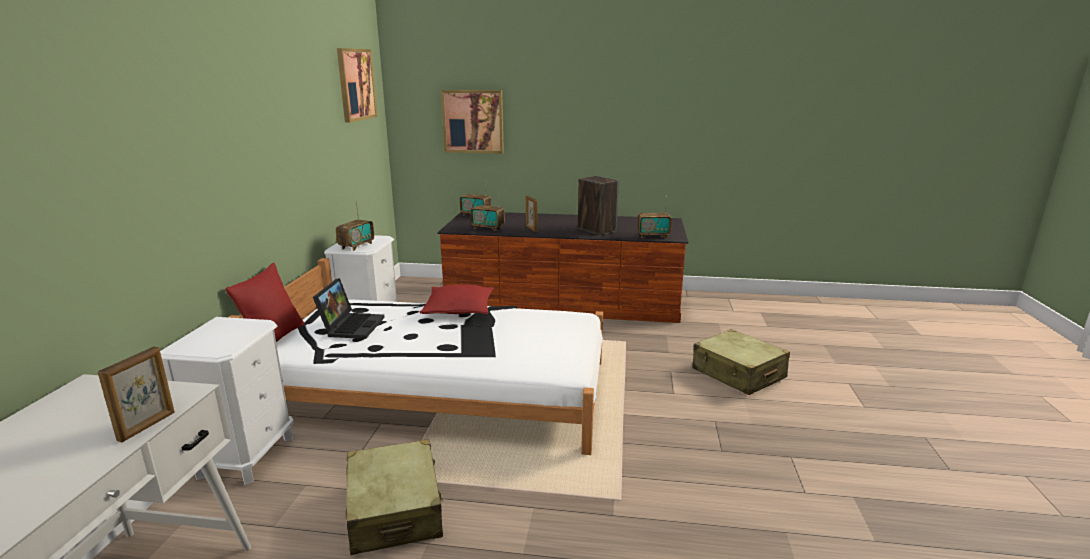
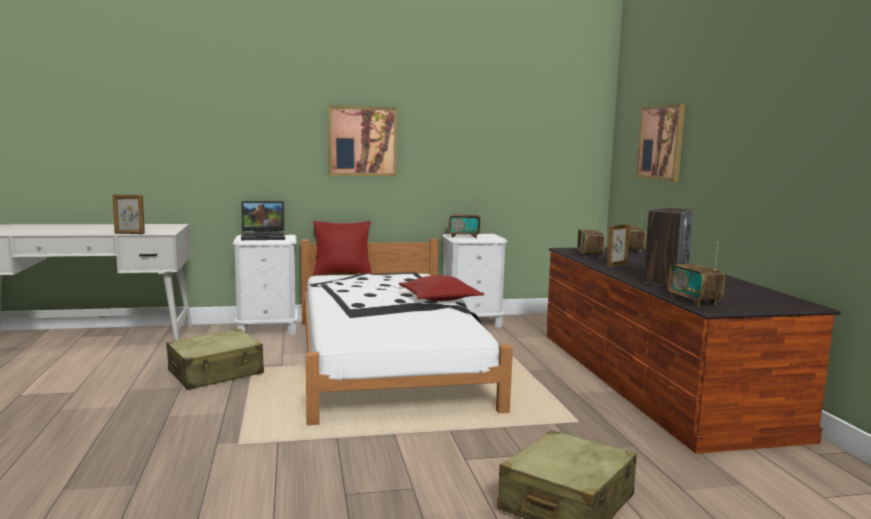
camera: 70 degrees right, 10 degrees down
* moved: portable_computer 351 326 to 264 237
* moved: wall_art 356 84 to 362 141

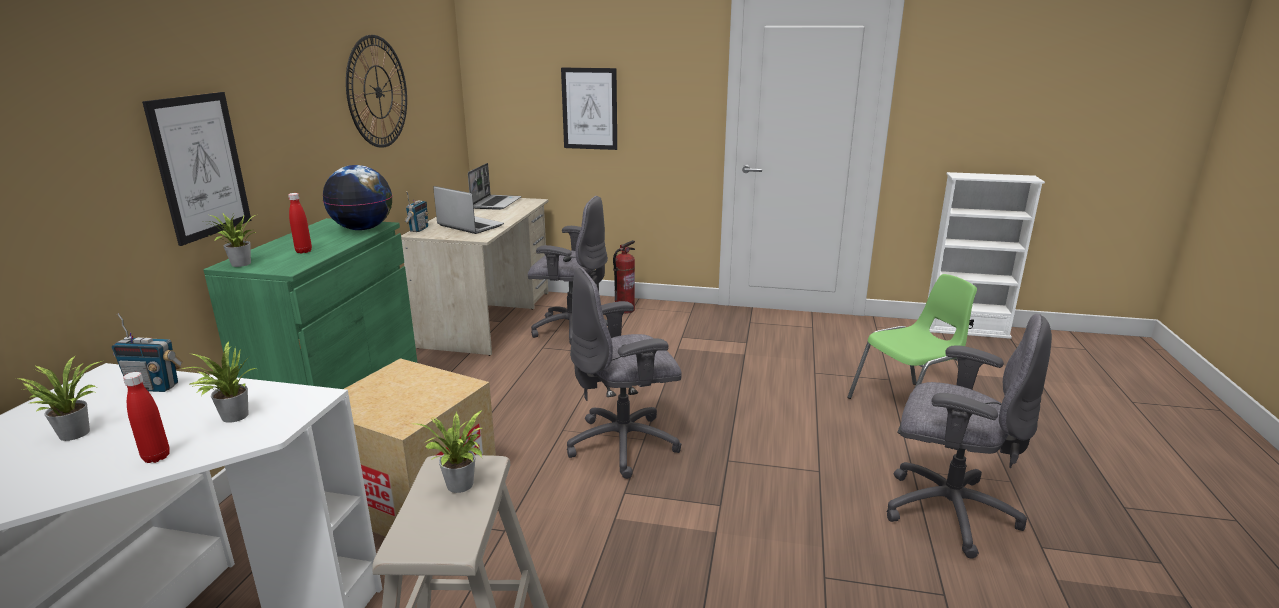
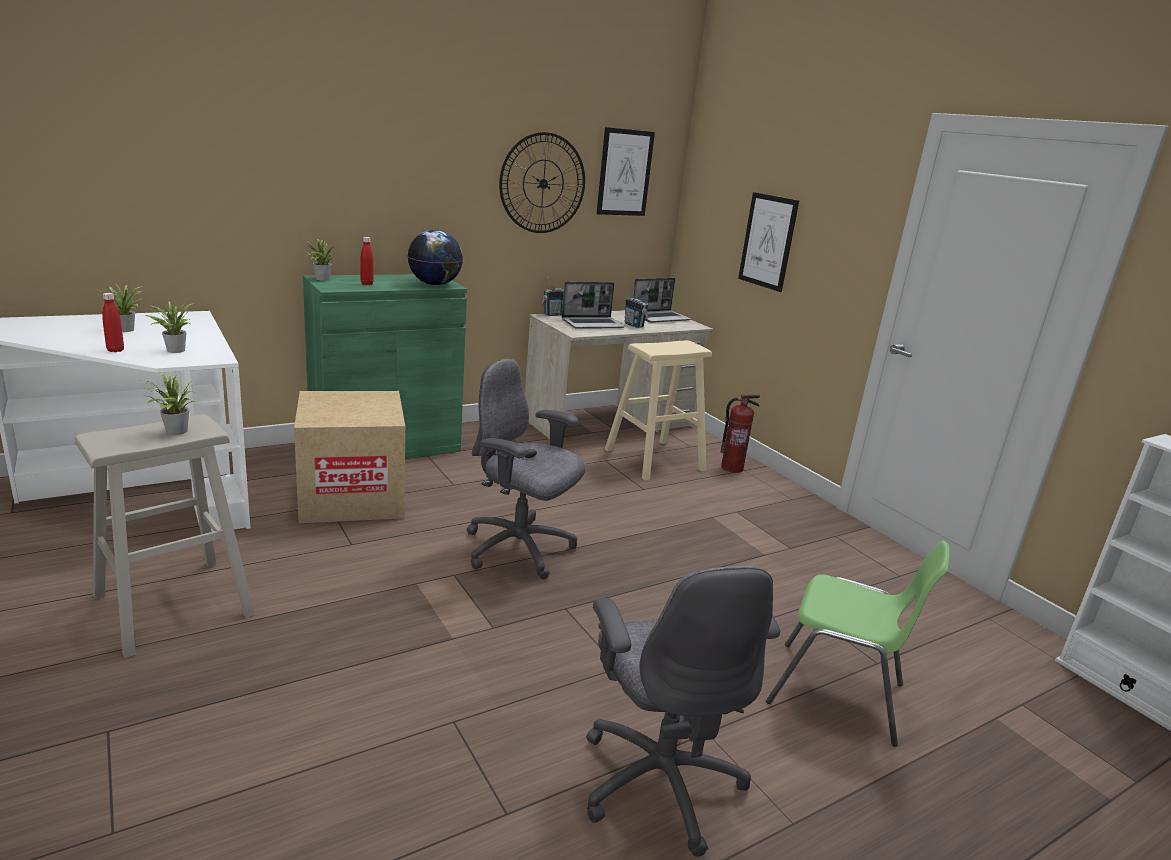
camera: 45 degrees right, 0 degrees up
* turned: portable_computer 469 226 = 593 324 75 degrees clockwise
* moved: wall_art 200 166 to 625 173
* replaced: gray_office_chair 571 329 to sand-coloured_stool 654 460
* moved: radio_receiver 154 387 to 634 325

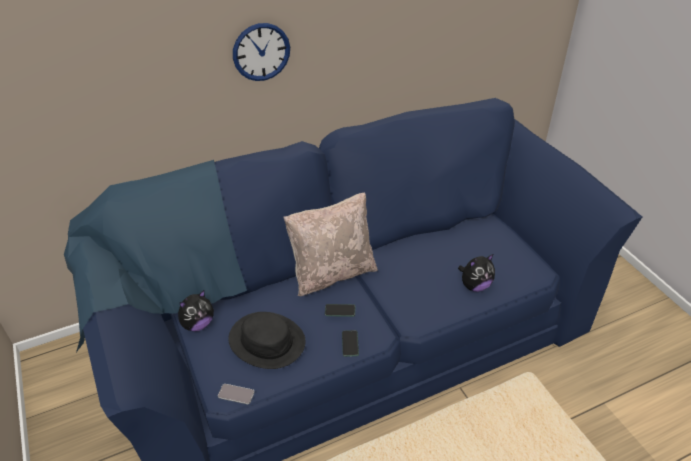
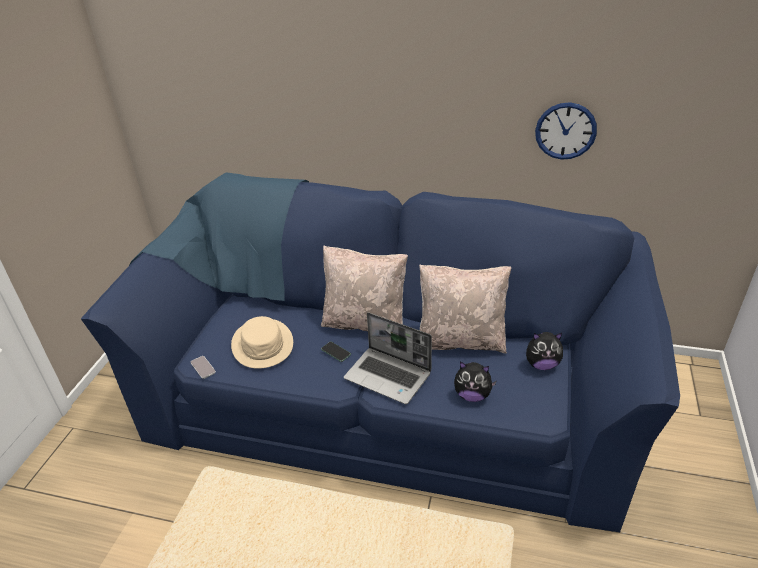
camera: 40 degrees right, 5 degrees down
* recoloured: blackish_wearable_hat 267 341 to sand-coloured_wearable_hat 263 344
* added: portable_computer 389 376
* added: sand-coloured_pillow 461 340
* moved: soft_toy 198 324 to 542 364
* moved: clock_on_the_wall 261 52 to 565 131
* removed: phone 350 344

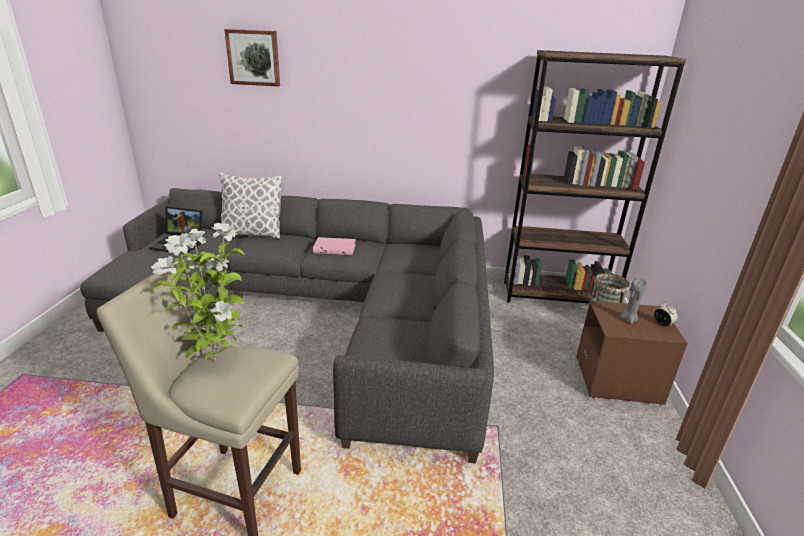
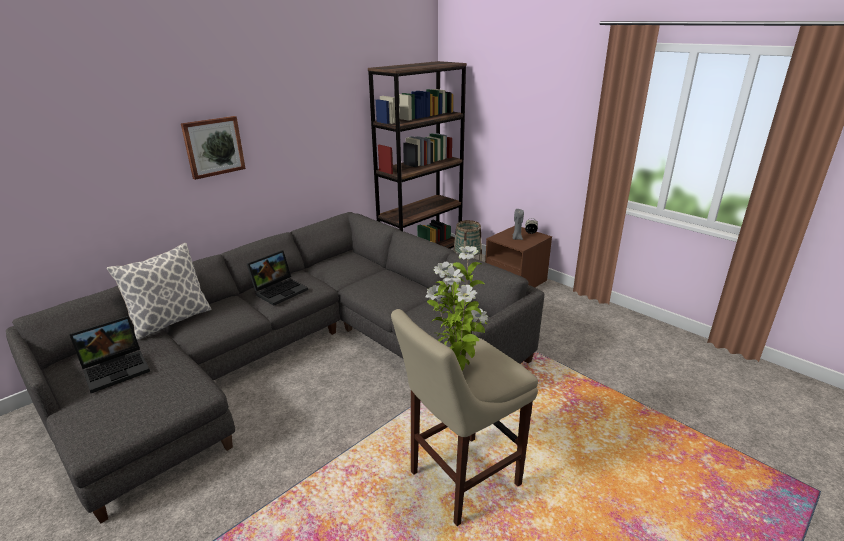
camera: 50 degrees left, 0 degrees up
* moved: wall_art 253 58 to 213 147
* replaced: pinkish_bound_book 335 248 to portable_computer 280 290

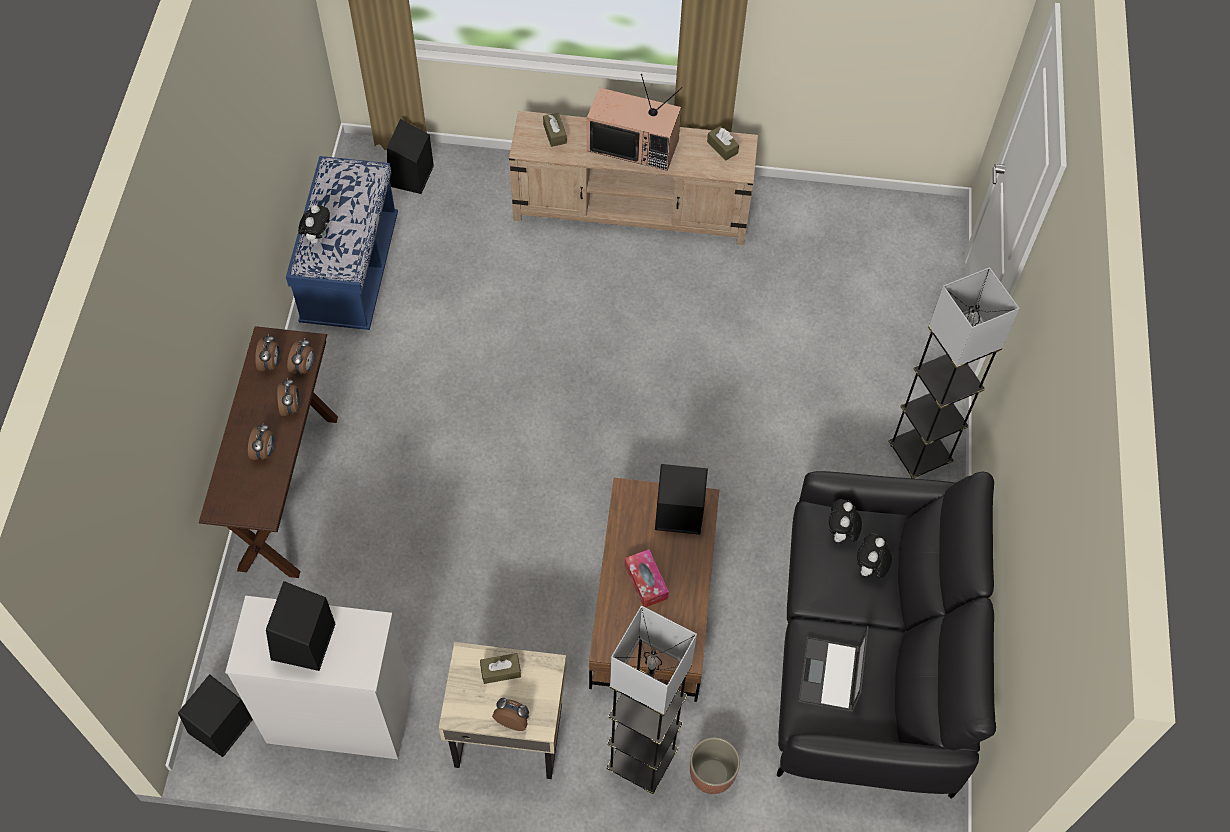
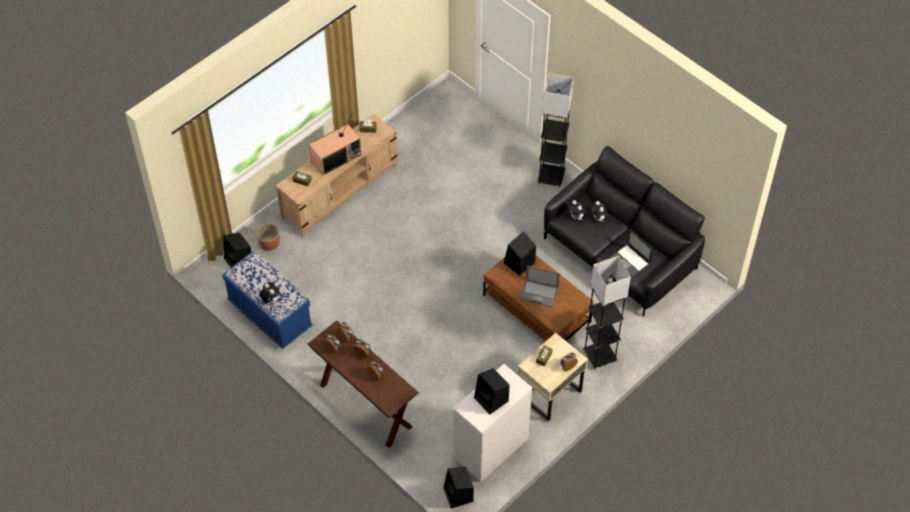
camera: 50 degrees left, 5 degrees down
* moved: plant_pot 711 774 to 269 244
* replaced: box_of_tissues 646 582 to portable_computer 539 293

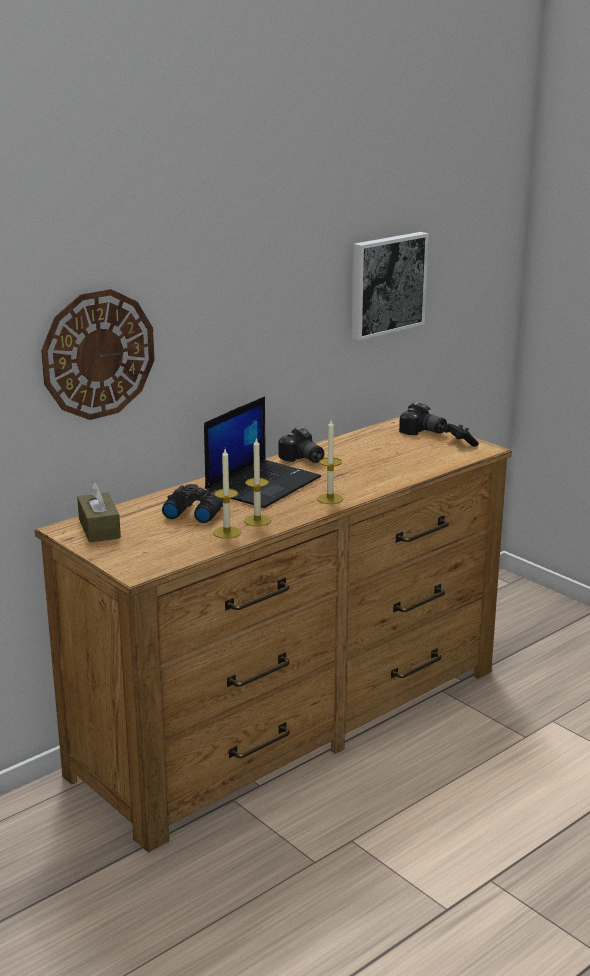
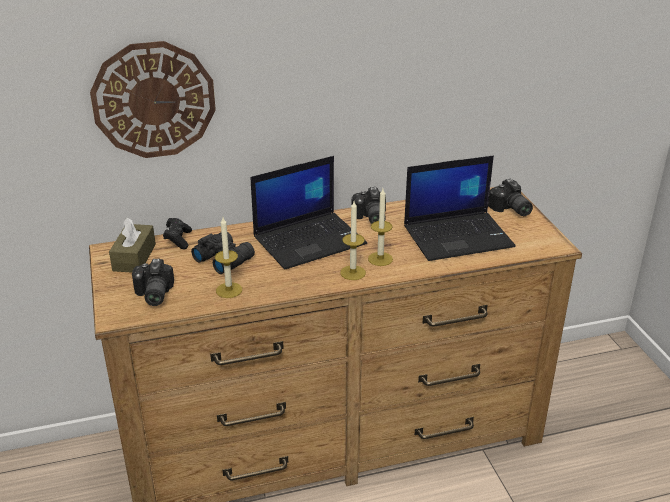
camera: 25 degrees right, 10 degrees up
* added: photo_camera 152 295
* moved: blackish_game_controller 459 442 to 178 240
* moved: wax_candle 257 520 to 380 259
* added: portable_computer 458 236
* removed: wall_art 386 284

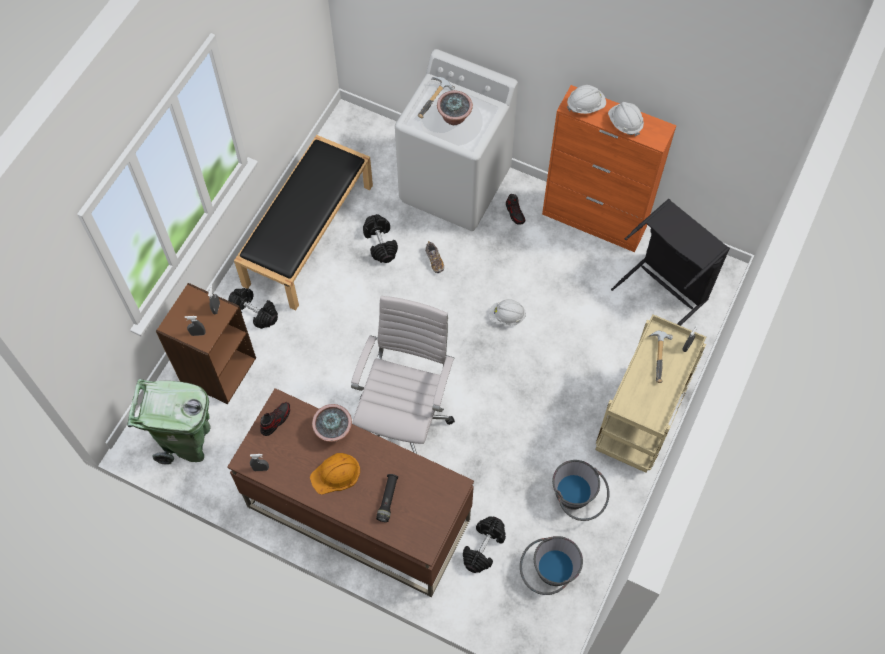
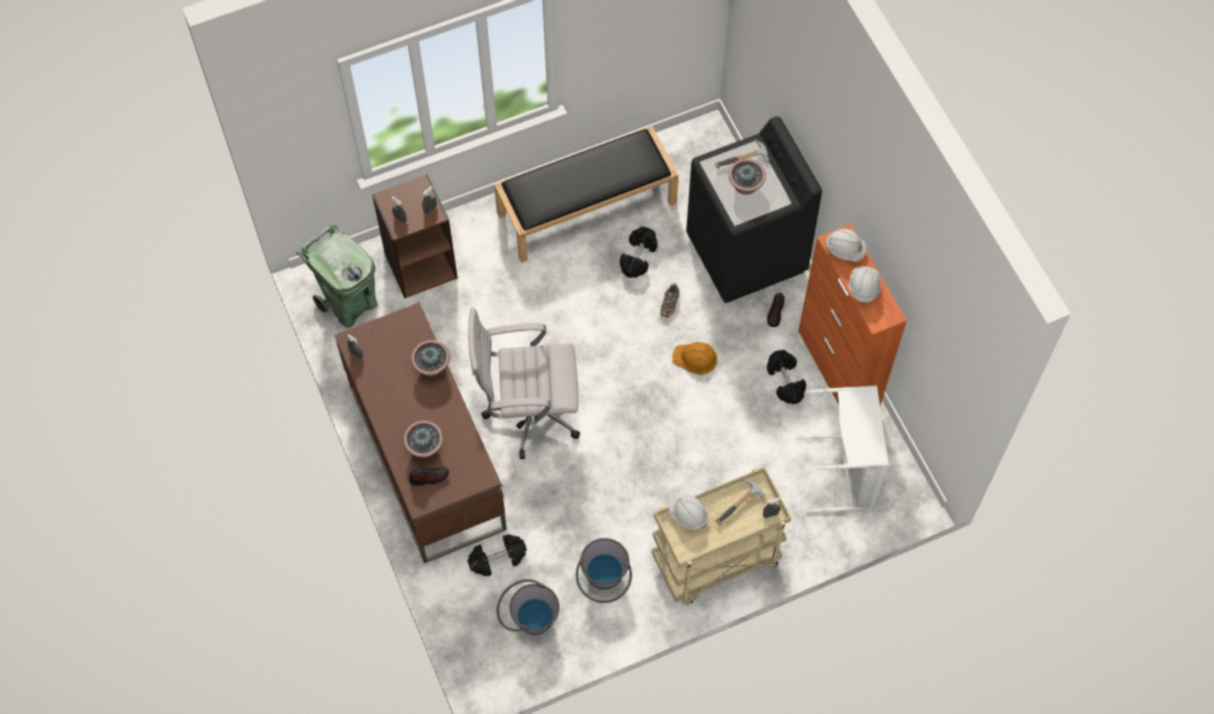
camera: 40 degrees right, 0 degrees up
* replaced: blackish_torch 388 499 to potted_plant 425 448
* moved: low_shoe 275 420 to 429 477
* turned: whitish_office_chair 404 418 = 528 413 150 degrees counterclockwise
* moved: whitish_hard_hat 507 316 to 688 515
* moved: orange-coloured_hard_hat 336 474 to 695 358
* recoloured: whitish_laundry_appliance 455 185 to blackish_laundry_appliance 746 253
* moved: blackish_dumbbell 254 312 to 785 381
* recoloured: blackish_laundry_basket 665 289 to whitish_laundry_basket 845 472

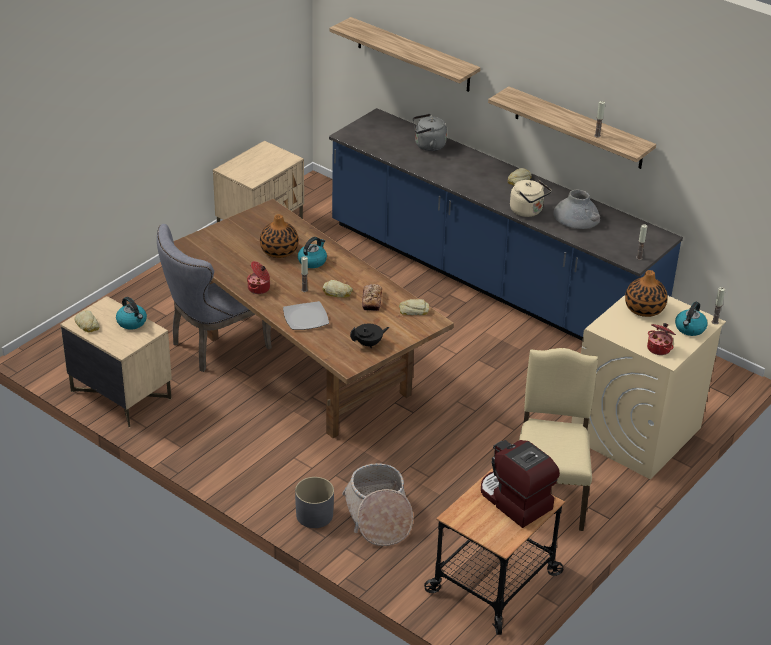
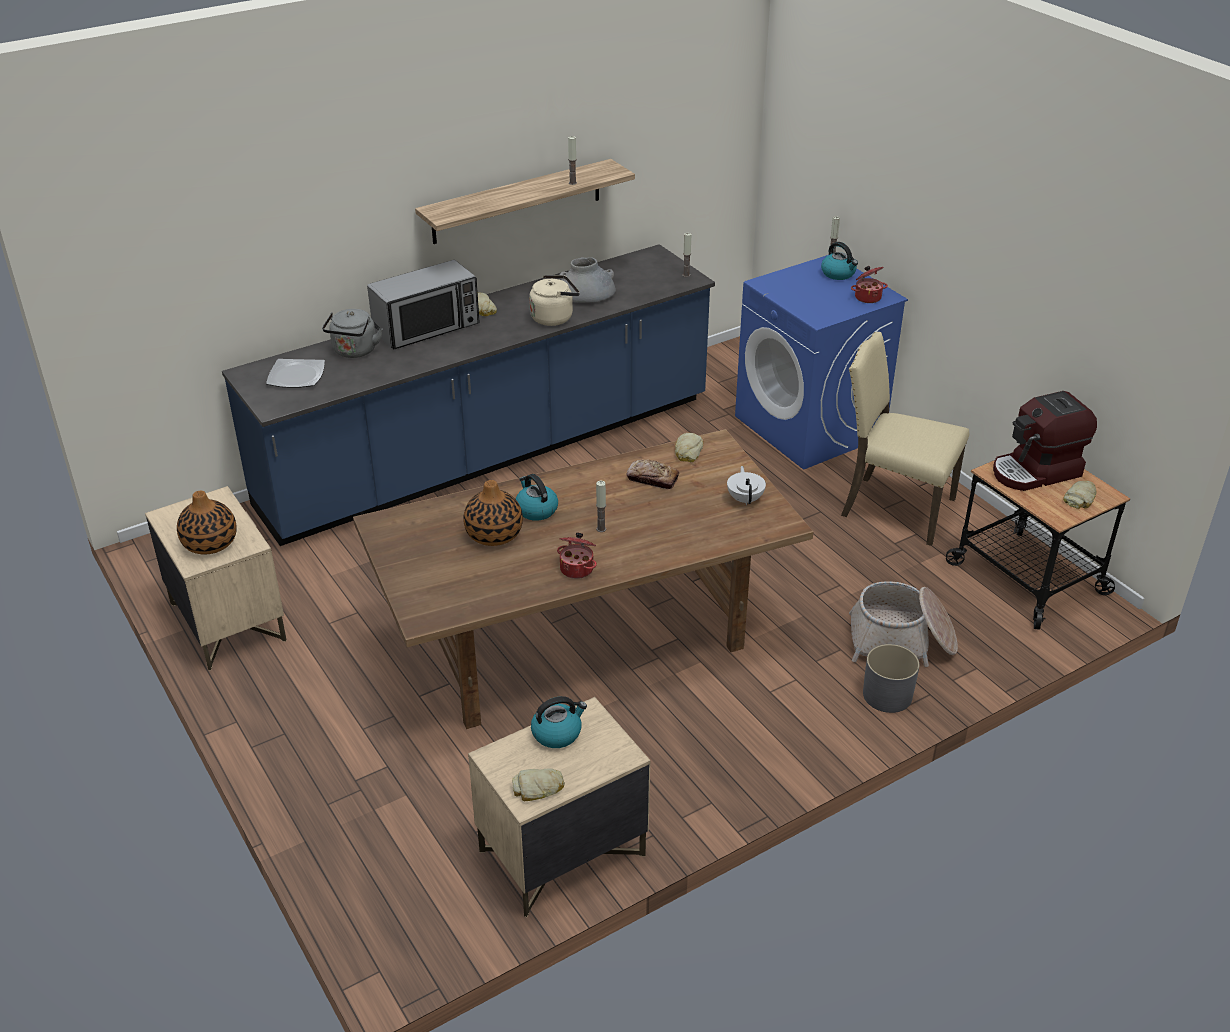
camera: 70 degrees left, 0 degrees up
* moved: decorative_vase 644 309 to 210 543
* moved: plate 305 318 to 296 376
* added: microwave_oven 427 328
* recoloured: blackish_tea_pot 369 344 to whitish_tea_pot 745 499
* recoloured: sand-coloured_laundry_appliance 635 433 to blue_laundry_appliance 810 427
* moved: bread 337 292 to 1080 498
* removed: gray_upright_chair 214 346
* removed: bracket_shelf 413 55

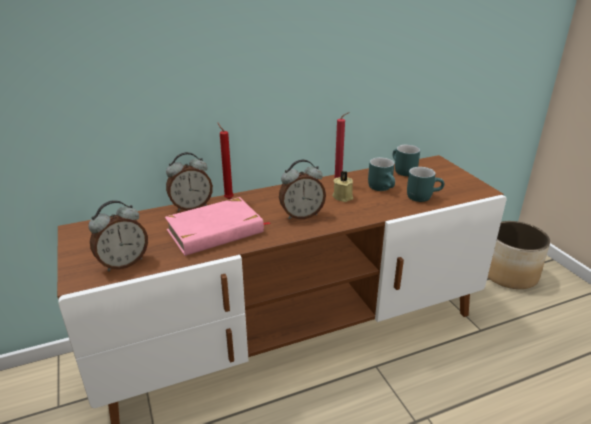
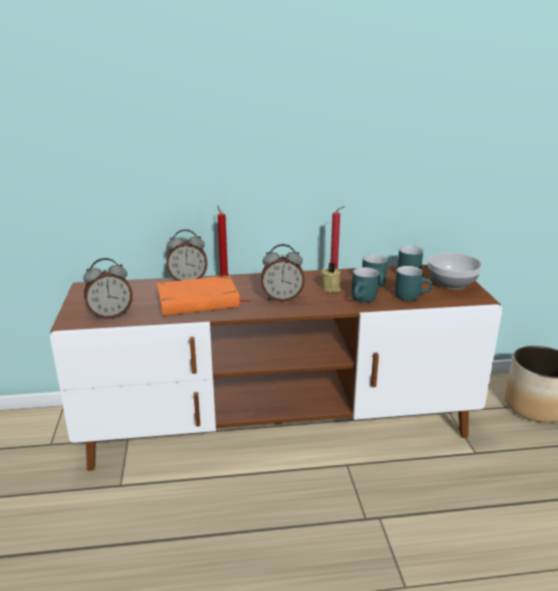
camera: 15 degrees right, 5 degrees down
* recoloured: pinkish_bound_book 215 231 to orange-coloured_bound_book 198 301
* added: turquoise_tea_mug 364 300
* added: serving_bowl 452 283

